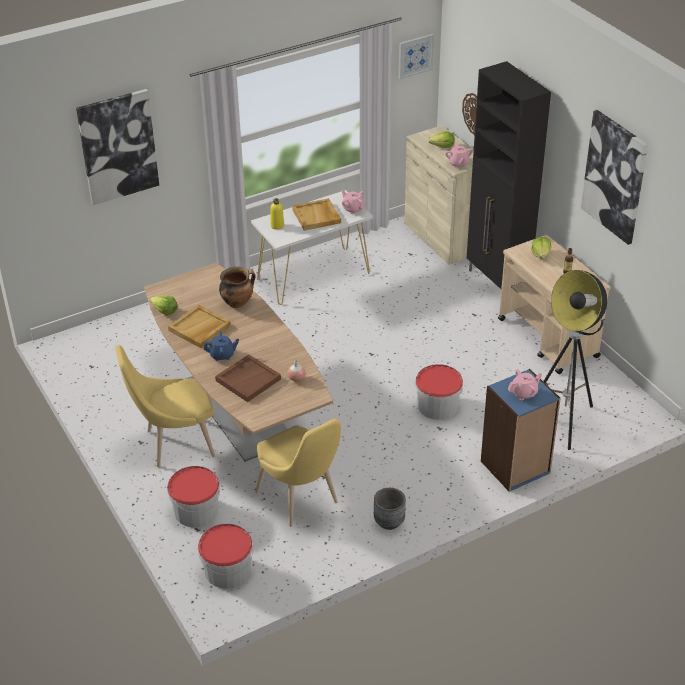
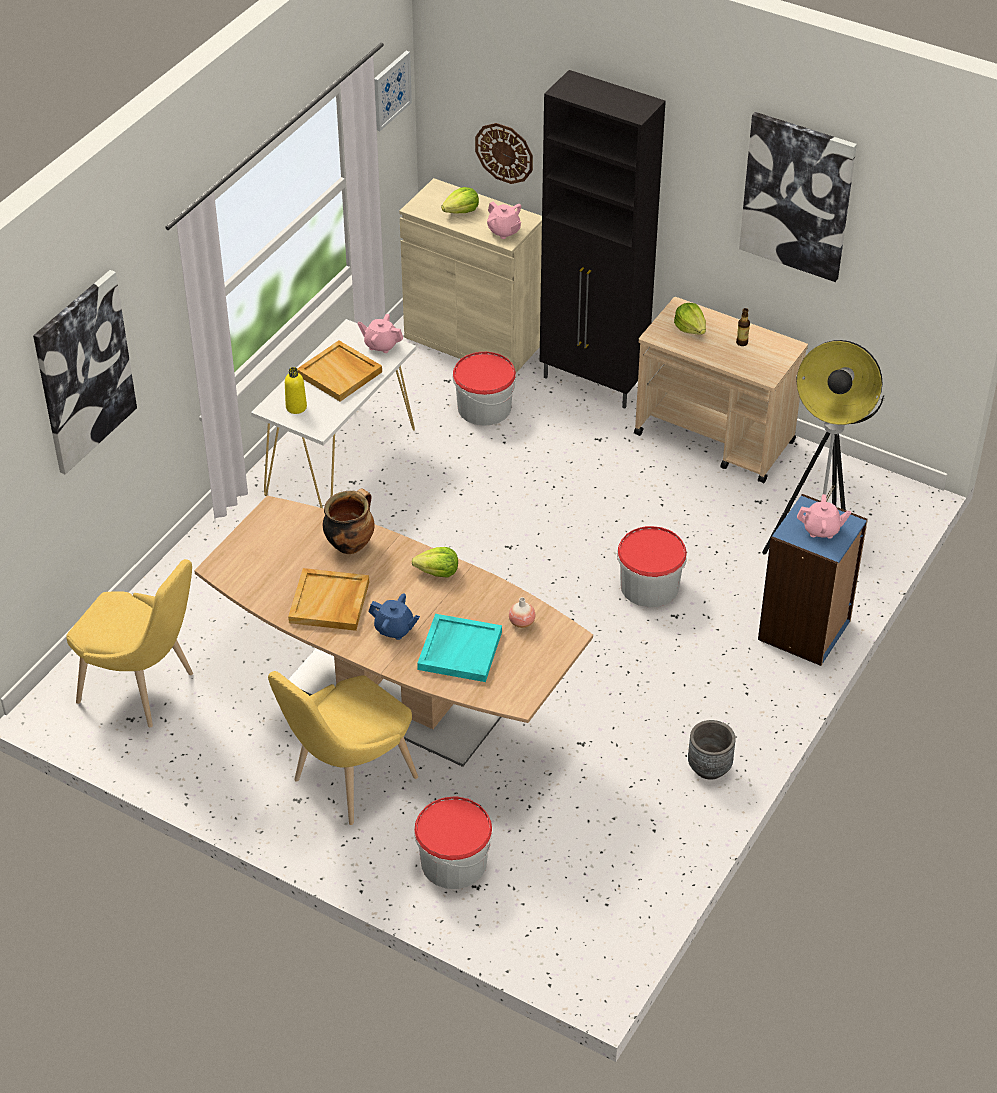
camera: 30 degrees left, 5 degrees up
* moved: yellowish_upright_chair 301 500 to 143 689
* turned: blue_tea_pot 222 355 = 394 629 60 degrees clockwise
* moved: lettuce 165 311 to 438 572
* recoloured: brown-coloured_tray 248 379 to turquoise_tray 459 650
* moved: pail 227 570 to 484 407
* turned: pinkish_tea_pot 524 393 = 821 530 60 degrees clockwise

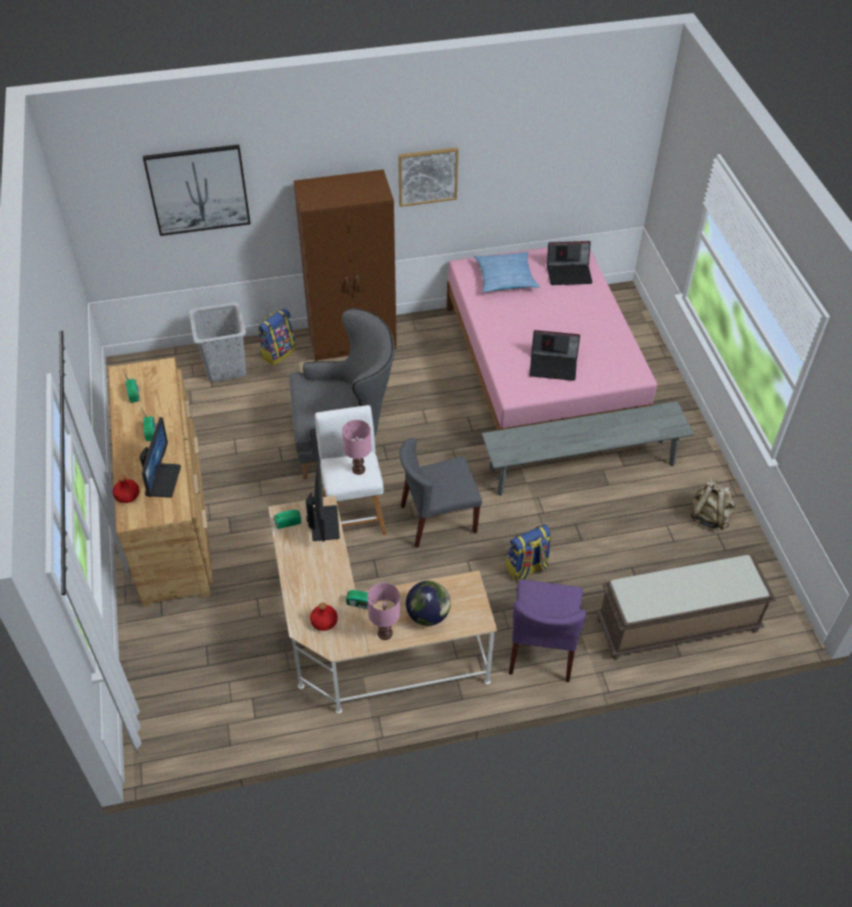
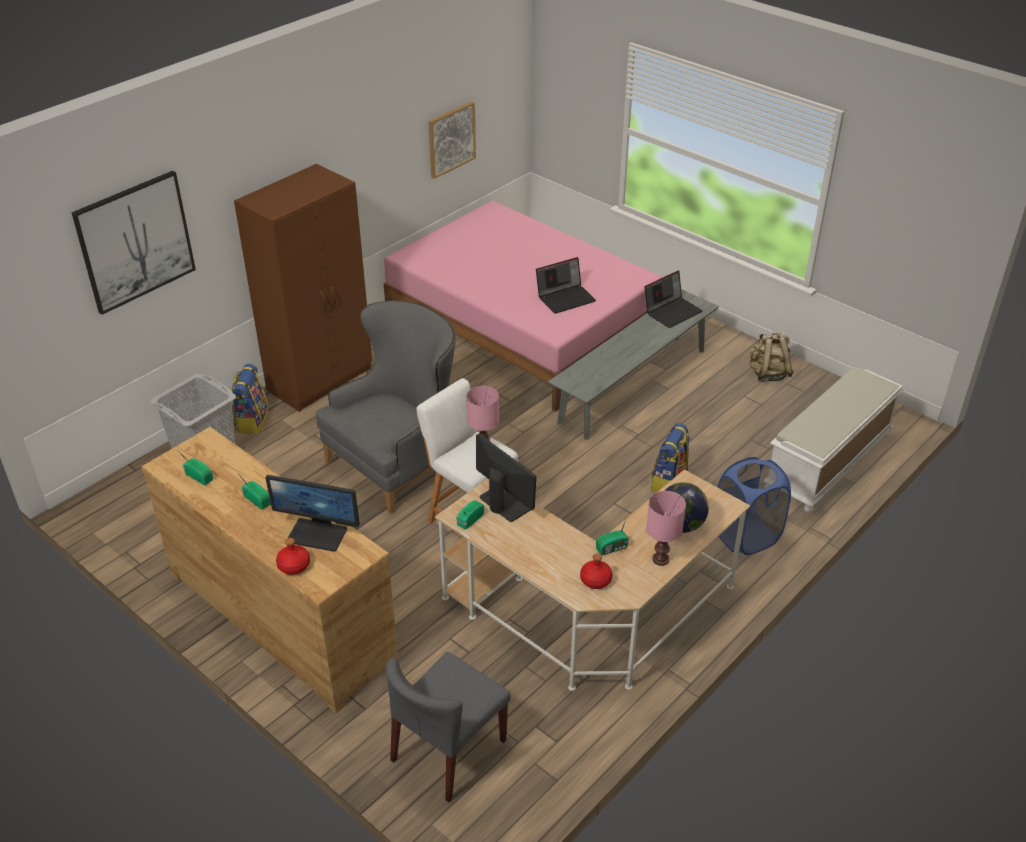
camera: 35 degrees left, 10 degrees down
* turned: computer_display 162 480 = 318 534 135 degrees clockwise
* moved: gray_upright_chair 437 519 to 448 751
* moved: wall_art 427 176 to 451 139
* moved: portable_computer 569 273 to 672 311
* replaced: purplish_upright_chair 541 648 to blue_laundry_basket 746 536
* recoloured: brown-coloured_long_seat 676 626 to whitish_long_seat 828 463
* removed: pillow 505 278

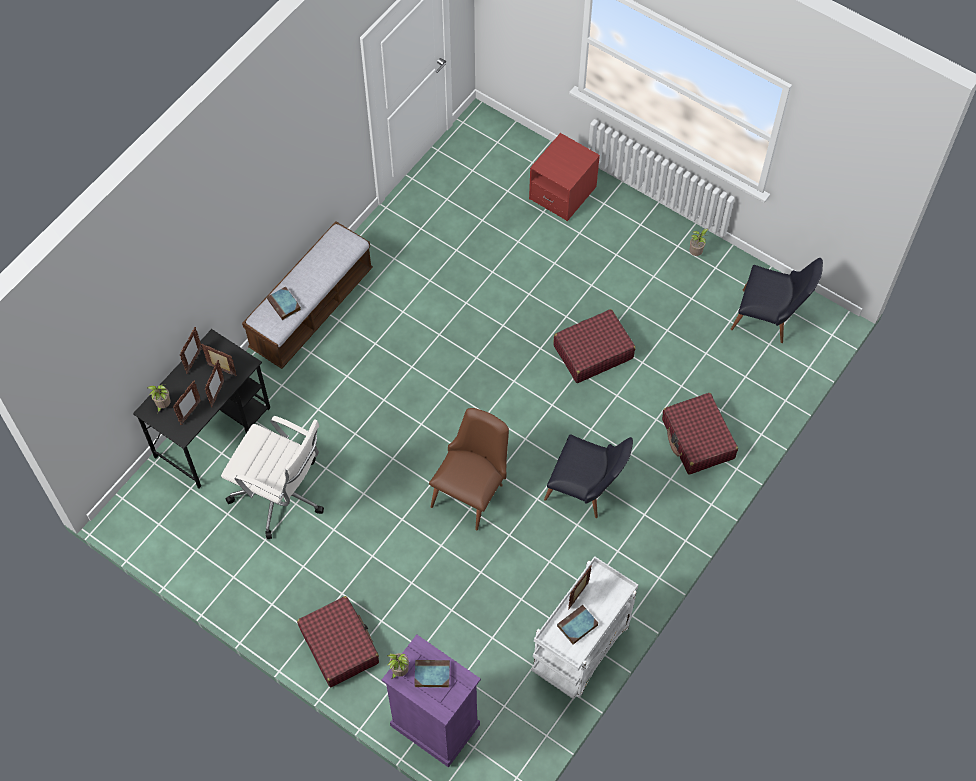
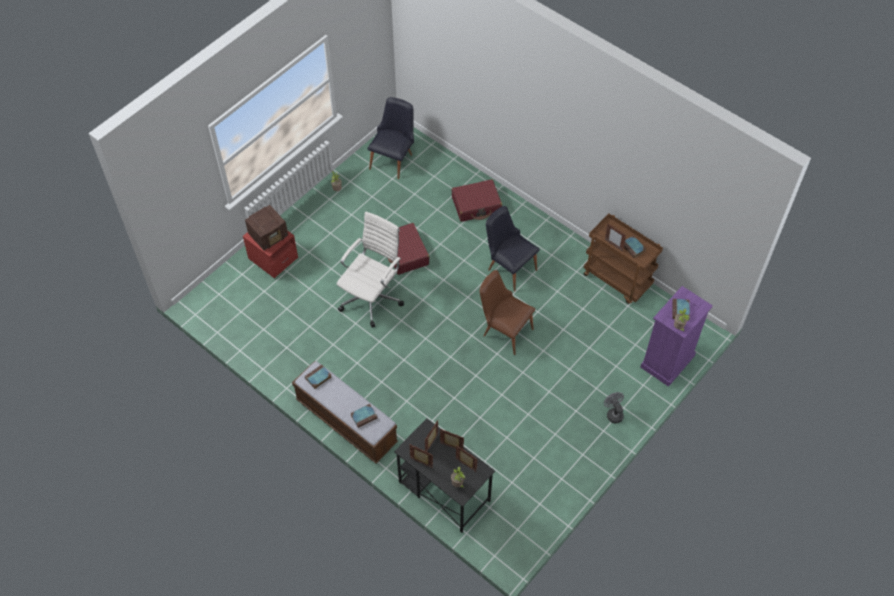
camera: 85 degrees left, 5 degrees down
* added: radio_receiver 269 235
* added: bound_book 318 378
* moved: whitish_office_chair 281 495 to 372 297
* turned: blackish_upright_chair 586 491 = 509 267 75 degrees counterclockwise
* recoloured: whitish_cart 581 650 to brown-coloured_cart 618 280
* replaced: red_piece_of_luggage 339 645 to gray_cooling_fan 613 413

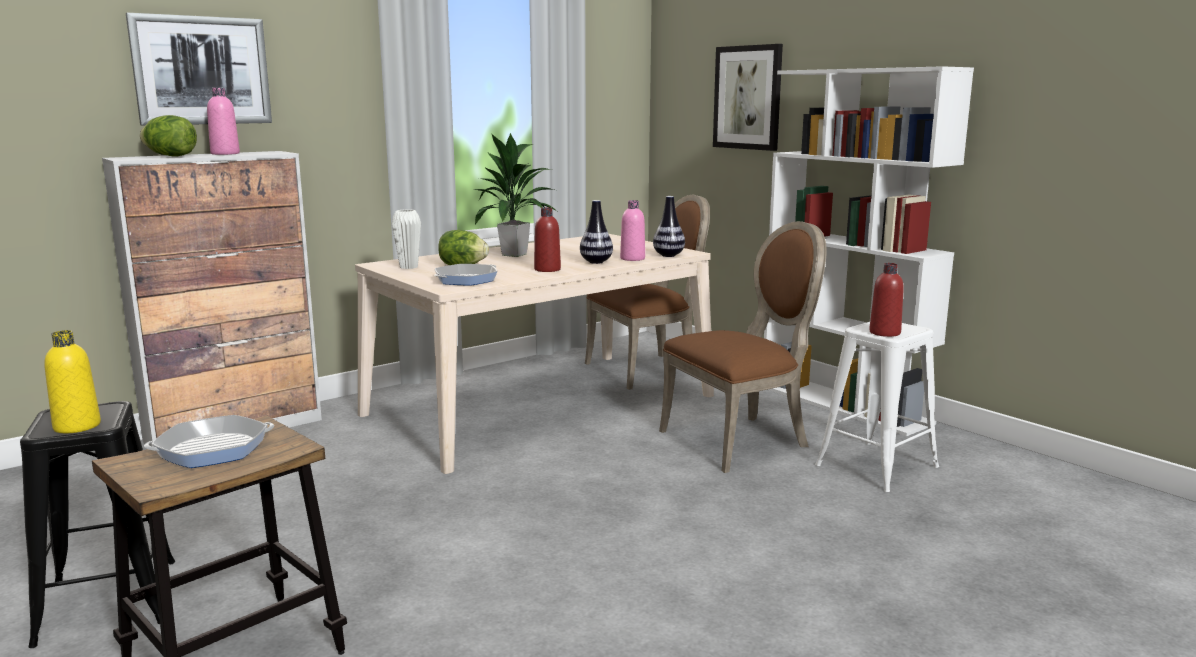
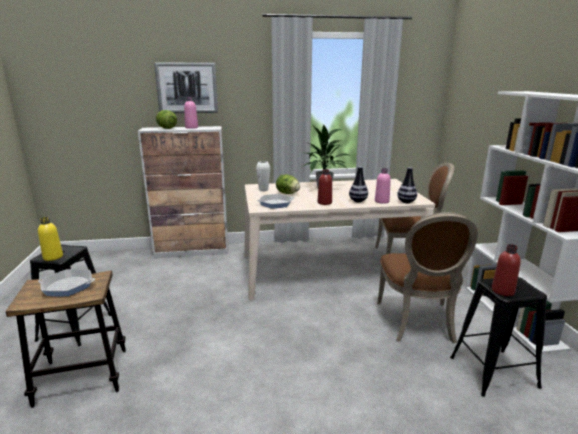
camera: 30 degrees right, 5 degrees up
* turned: brown-coloured_upright_chair 741 440 = 418 323 90 degrees clockwise
* recoloured: whitish_stool 877 466 to blackish_stool 493 372
* removed: wall_art 748 97

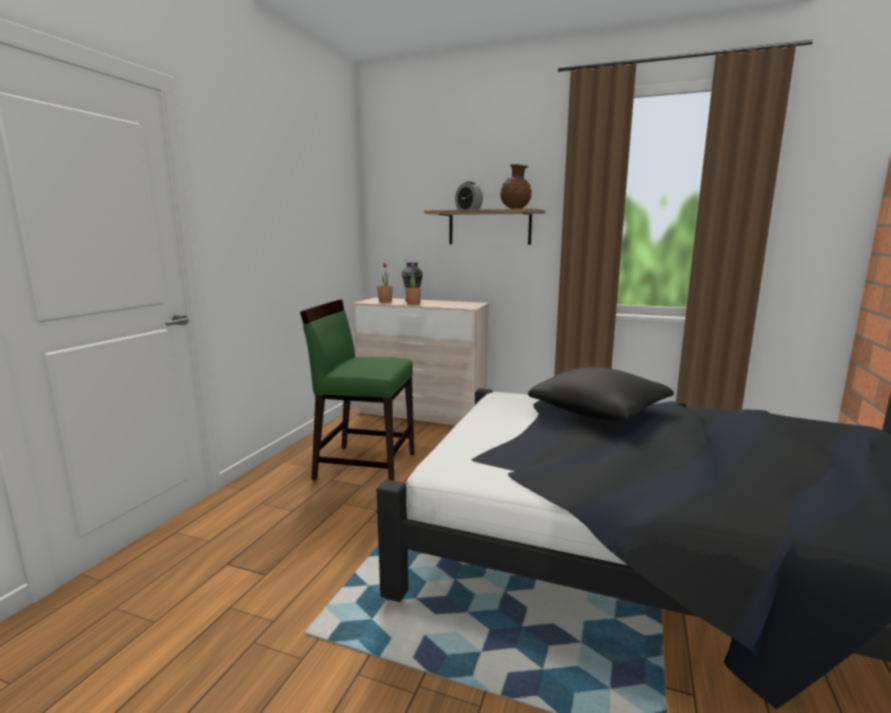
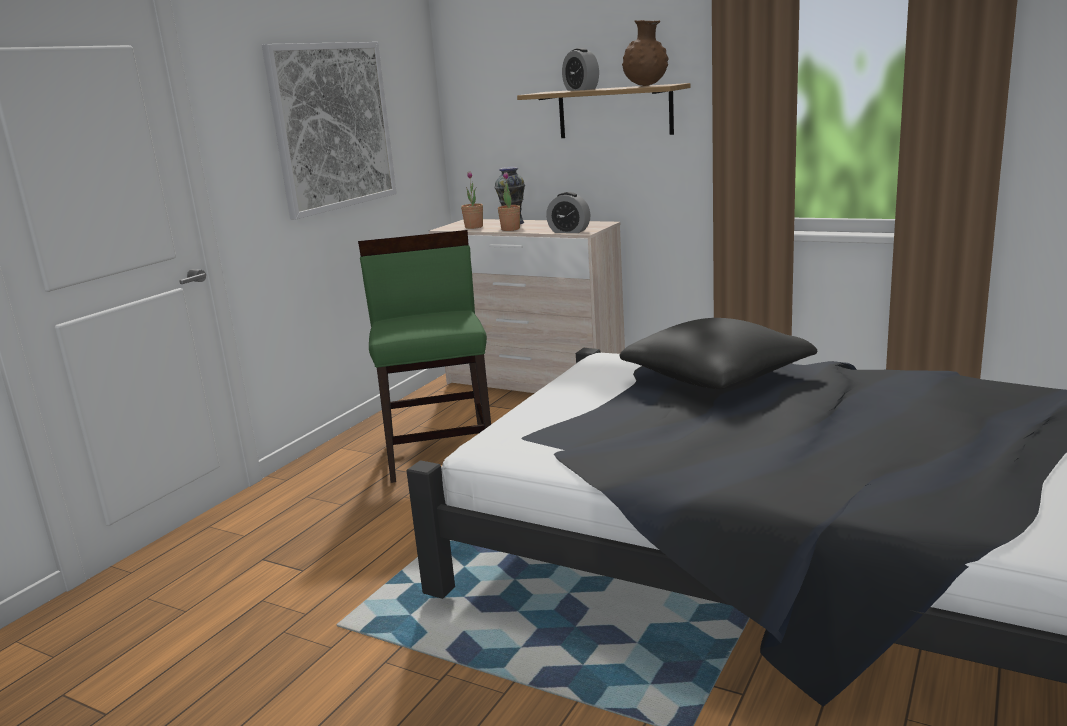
camera: 10 degrees right, 5 degrees up
* added: wall_art 333 126
* turned: green_upright_chair 364 465 = 440 451 60 degrees clockwise
* added: alarm_clock 569 231

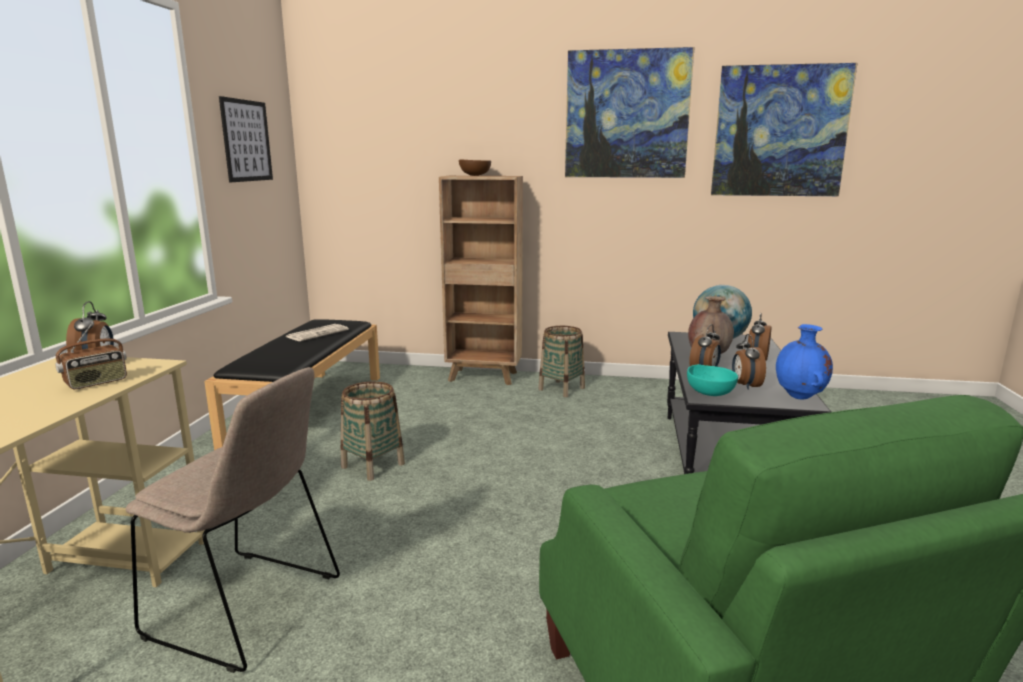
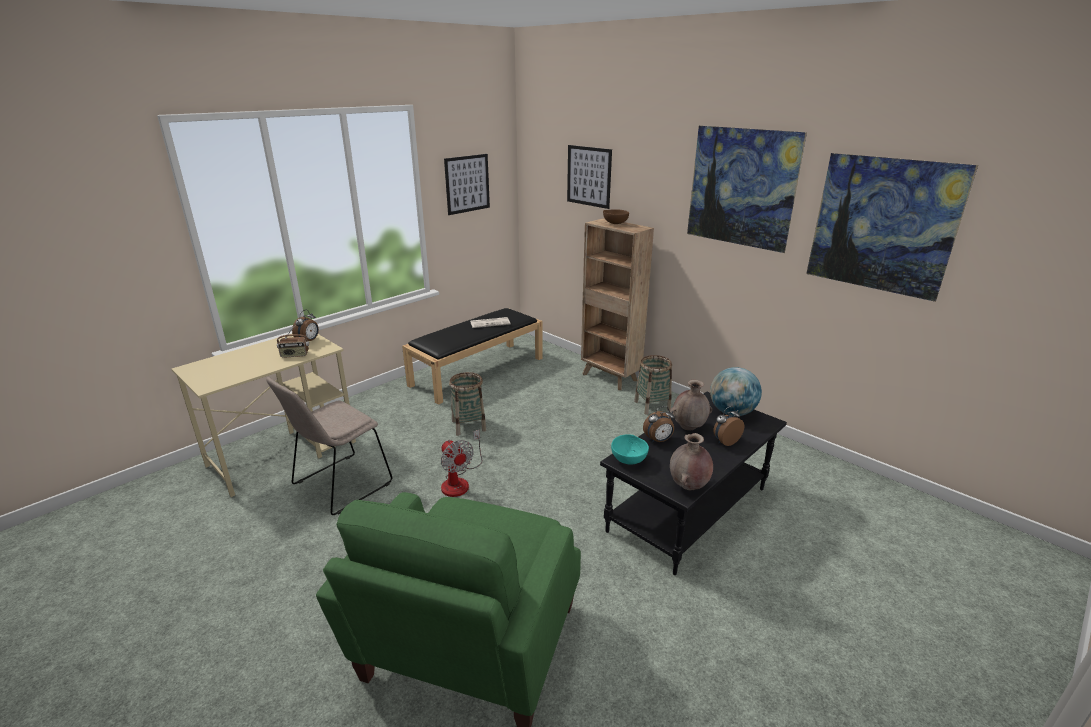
camera: 35 degrees right, 10 degrees up
* turned: sand-coloured_upright_chair 249 608 = 339 485 75 degrees clockwise
* added: cooling_fan 459 481
* added: wall_art 589 176
* recoloured: blue_decorative_vase 800 397 to brown-coloured_decorative_vase 688 486
* removed: alarm_clock 745 386

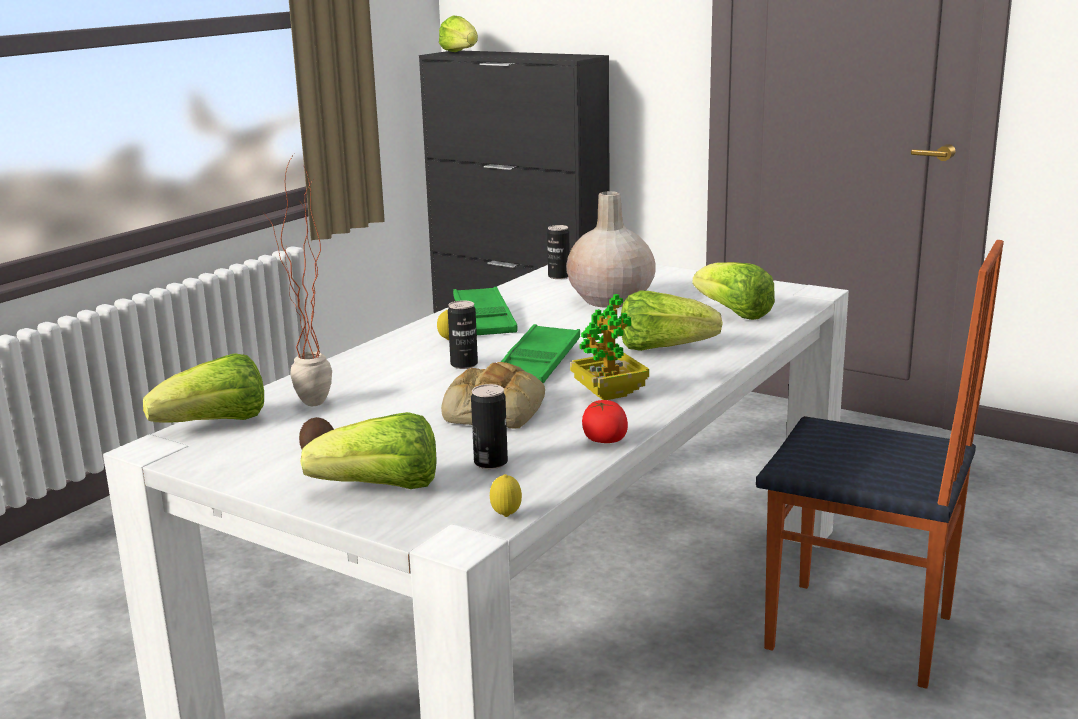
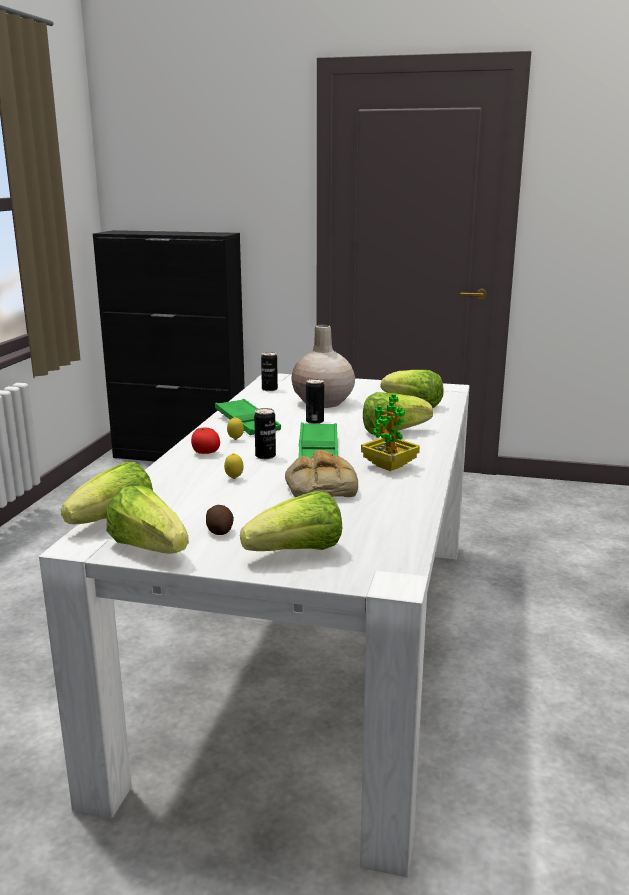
camera: 20 degrees left, 0 degrees up
* moved: lettuce 461 53 to 149 548
* moved: fresh_tomato 604 441 to 205 453
* moved: lemon 506 516 to 234 478
* moved: sealed_can 490 463 to 315 421
* removed: potted_plant 310 408
* removed: upright_chair 860 634

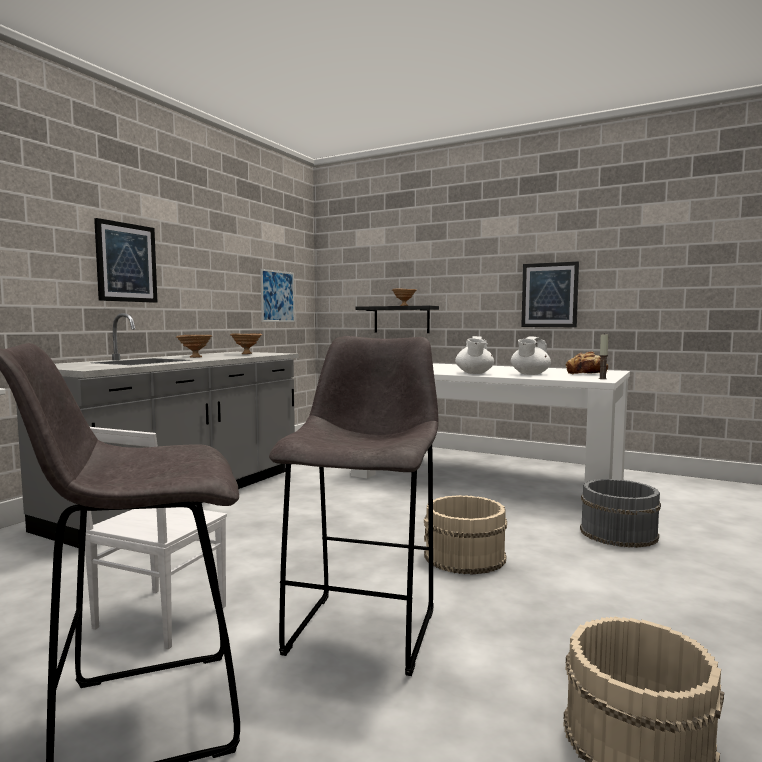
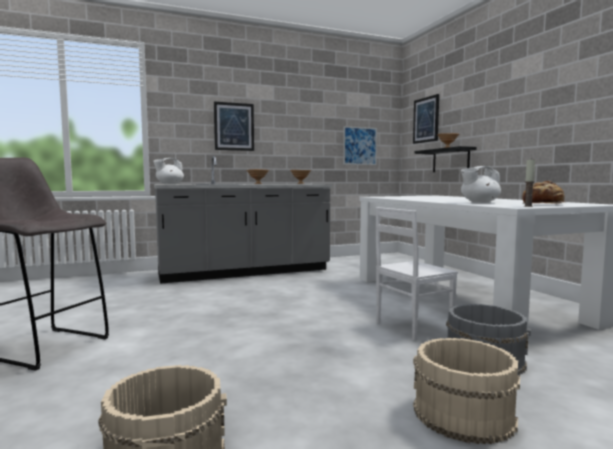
camera: 40 degrees right, 0 degrees up
* moved: whitish_tea_pot 474 373 to 169 184
* moved: whitish_upright_chair 158 618 to 411 326
* moved: wall_art 549 295 to 426 120
* moved: sand-coloured_pail 465 557 to 463 414
* removed: gray_stool 364 628

